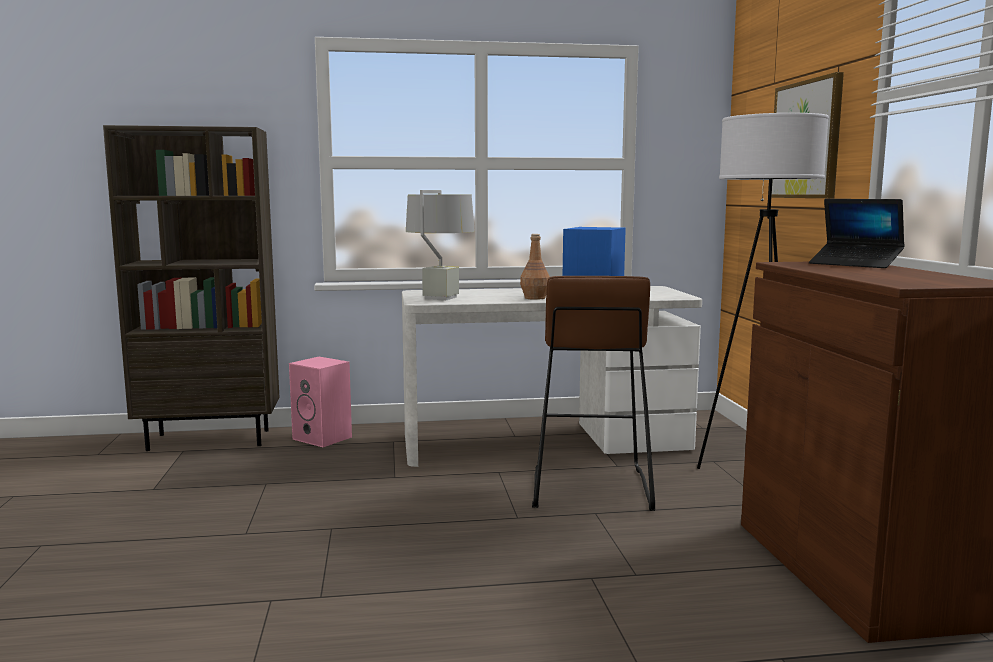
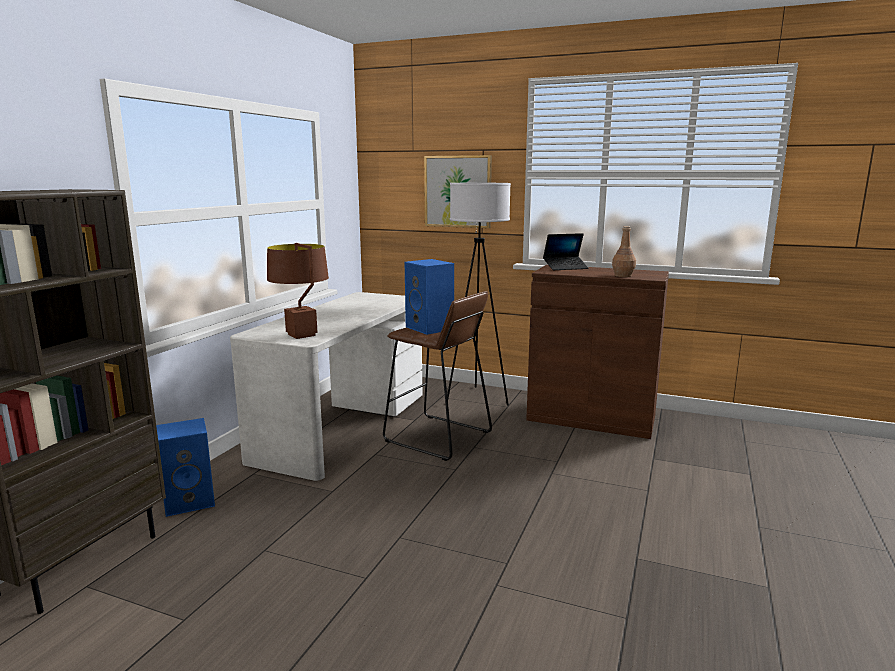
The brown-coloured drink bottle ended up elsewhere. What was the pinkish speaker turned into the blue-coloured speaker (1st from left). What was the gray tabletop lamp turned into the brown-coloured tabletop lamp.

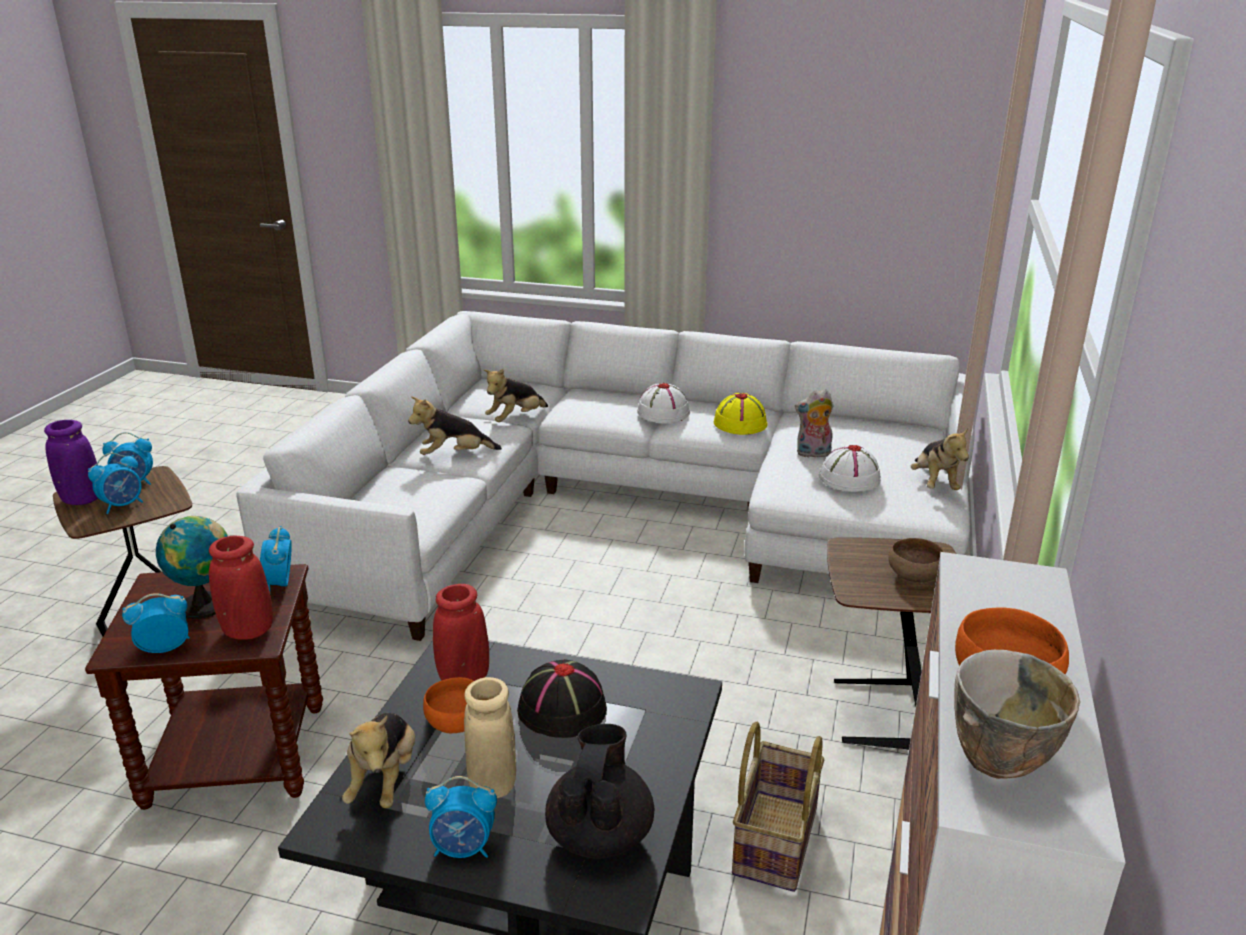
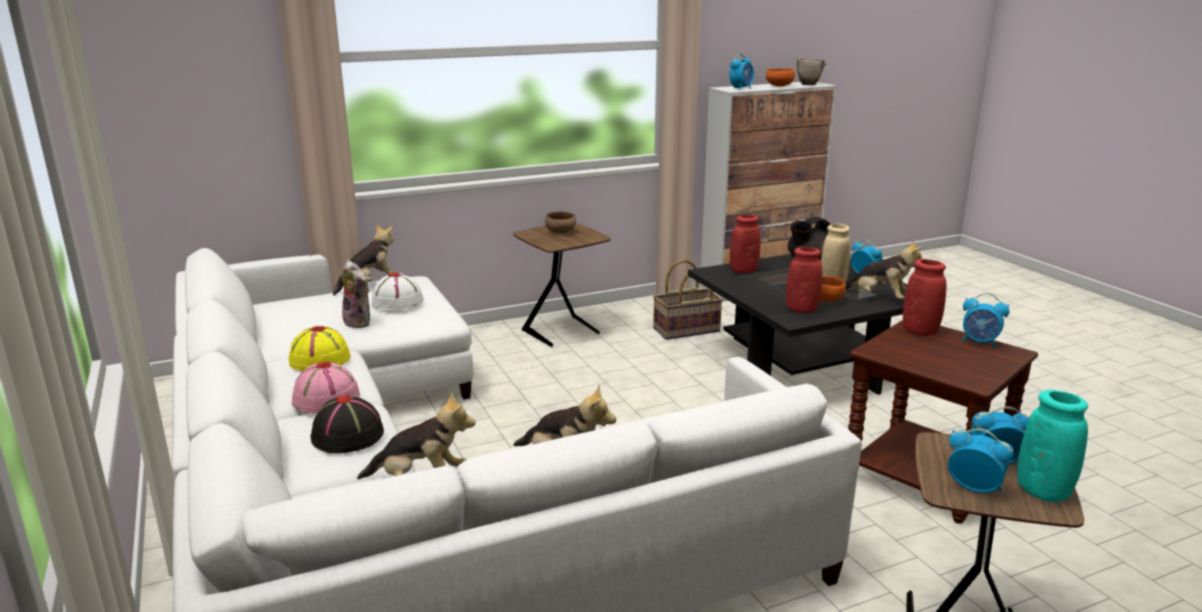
The second view lost the desk globe. The second view gained the red flower vase (1st from left). The table clock (4th from left in the first image) ended up elsewhere. The black clothing hat ended up elsewhere. What was the purple-coloured flower vase turned into the blue-green flower vase. What was the white clothing hat (1st from left) turned into the pinkish clothing hat. The soft toy (1st from left in the first image) ended up facing another way, 75 degrees clockwise from before.

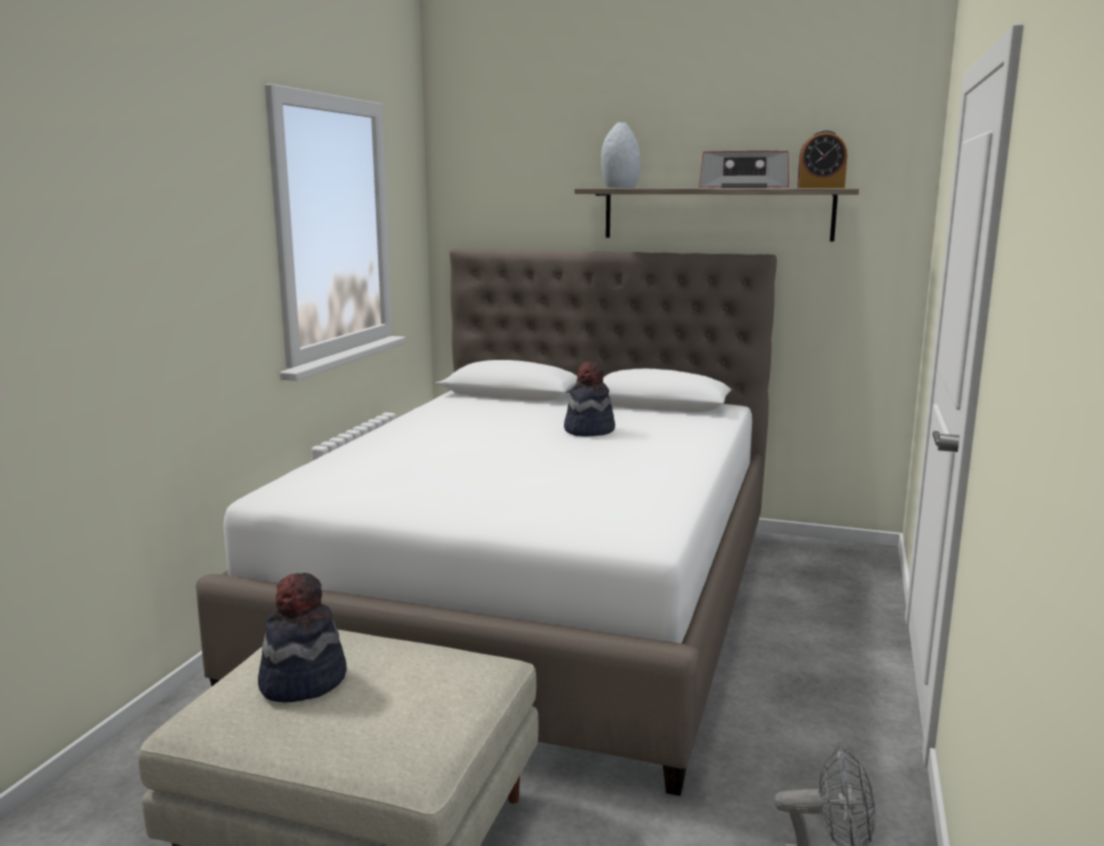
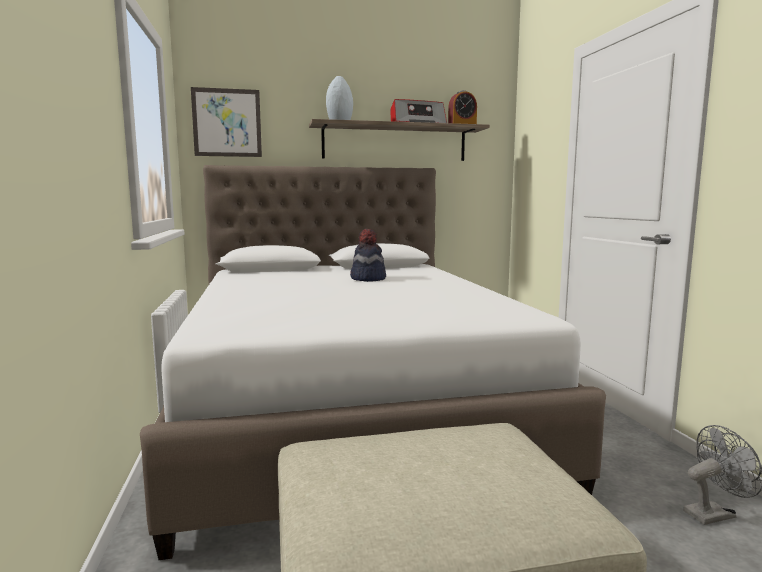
The second view lost the clothing hat (1st from left). The second view gained the wall art.

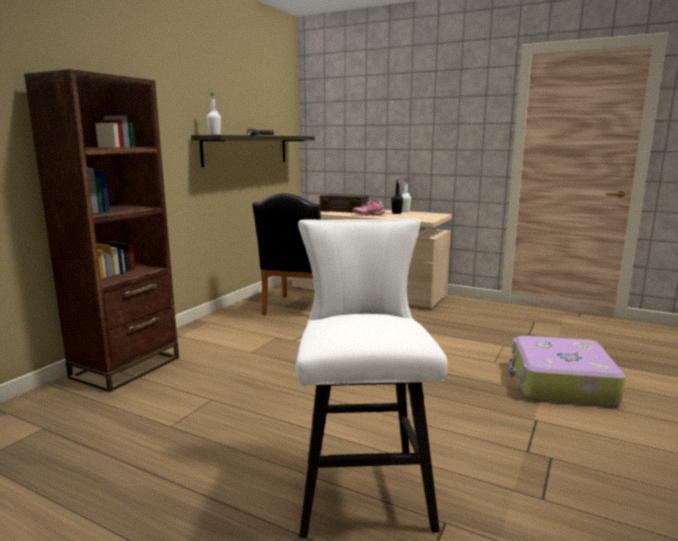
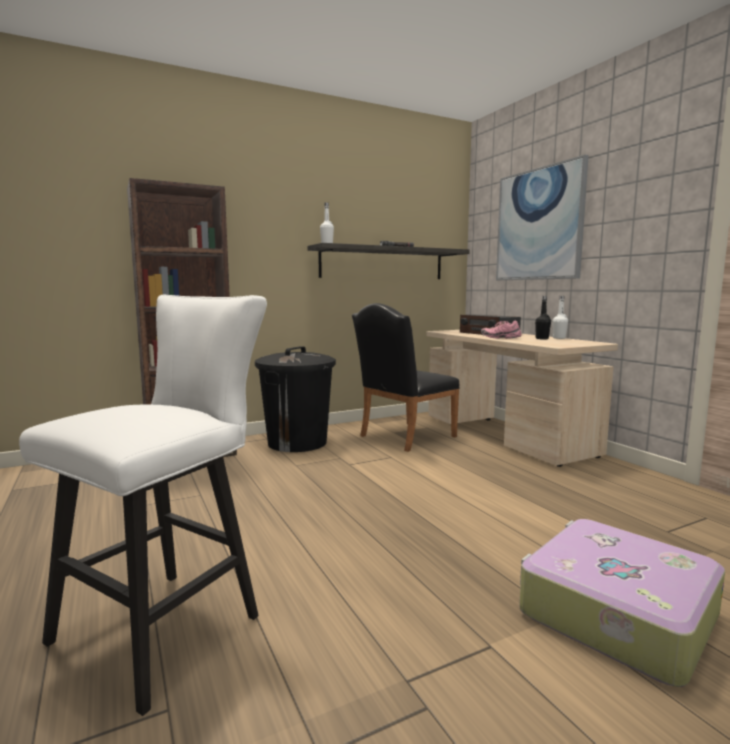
The second view gained the black waste bin. The second view gained the wall art.

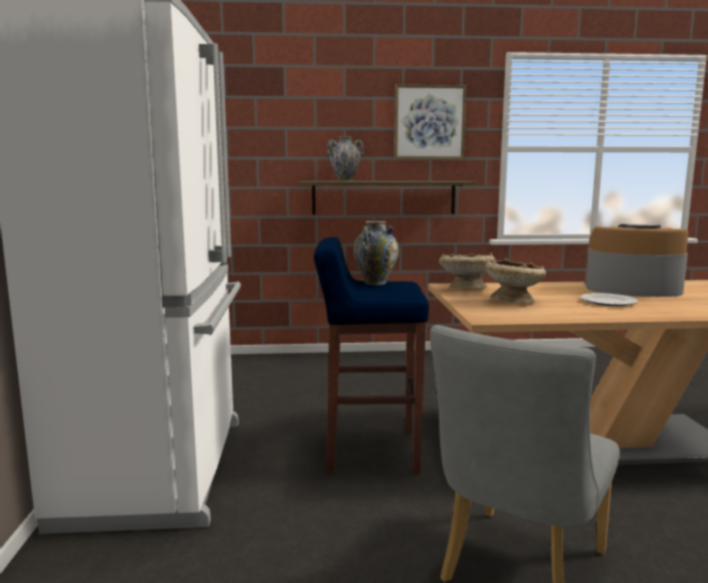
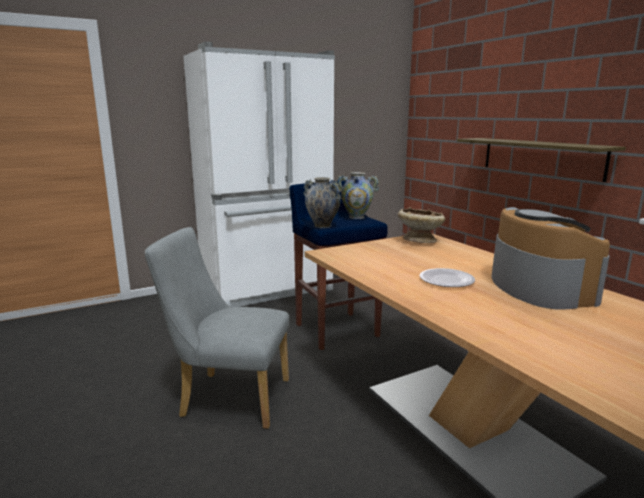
The second view lost the wall art. The second view lost the beige-coloured serving bowl (2nd from left). The flower vase (1st from left) ended up elsewhere.

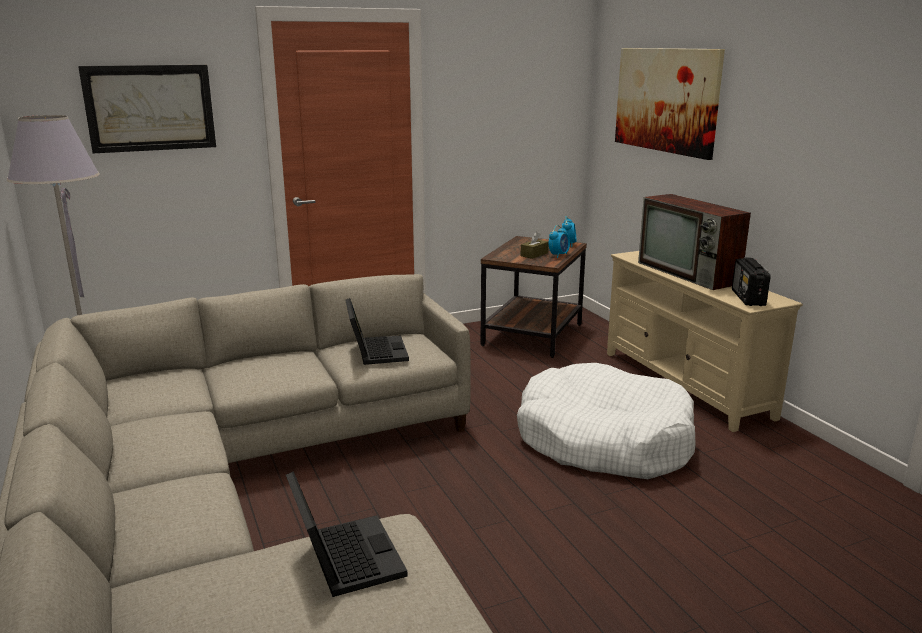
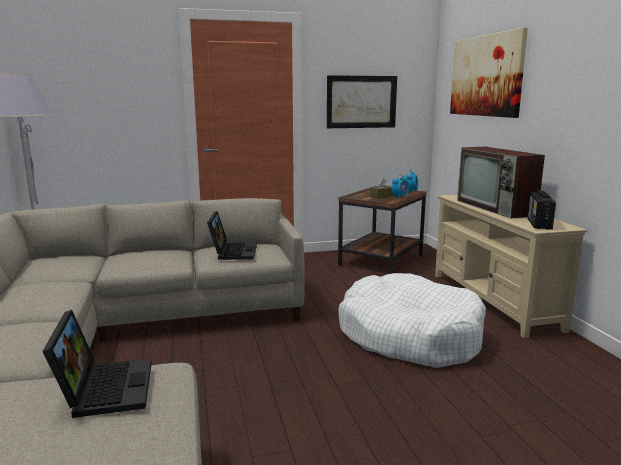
The wall art (1st from left) ended up elsewhere.

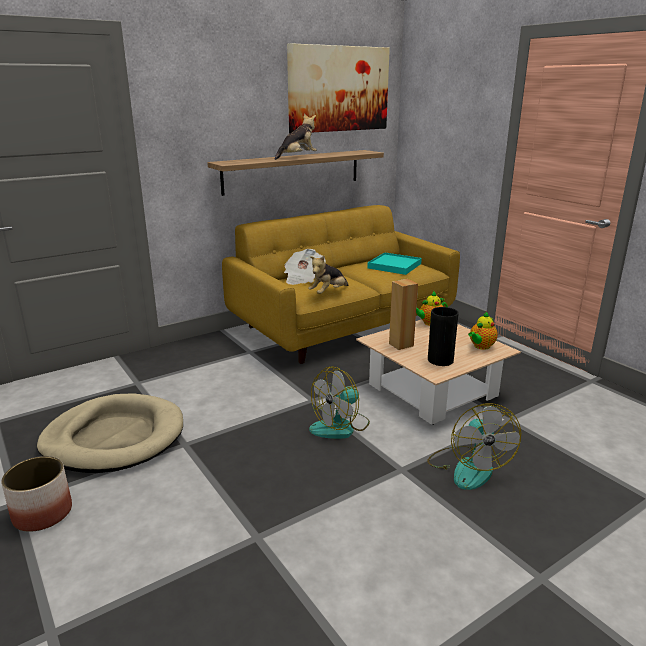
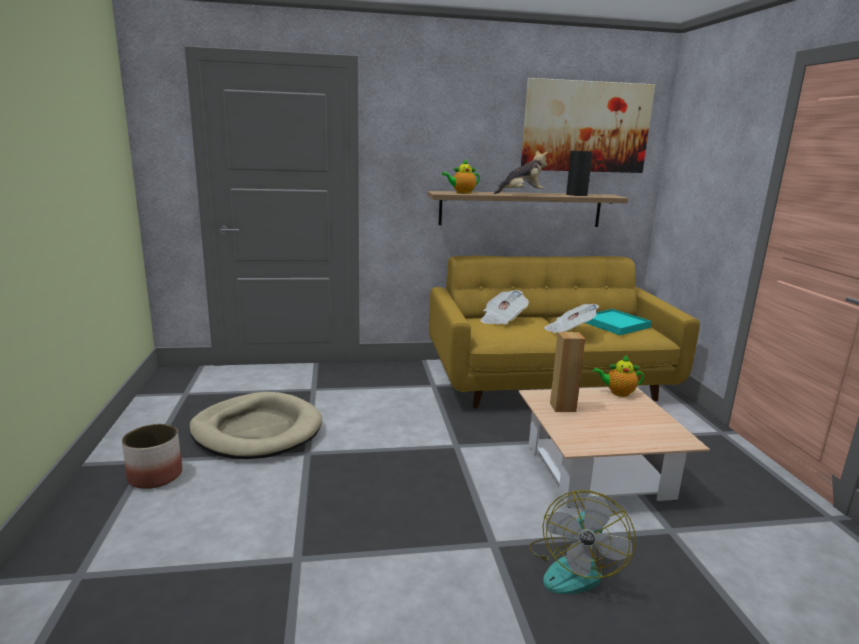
The second view lost the soft toy (2nd from left). The second view lost the fan (1st from left). The second view gained the daily paper (2nd from left). The flower vase ended up elsewhere. The tea pot (2nd from left in the first image) ended up elsewhere.

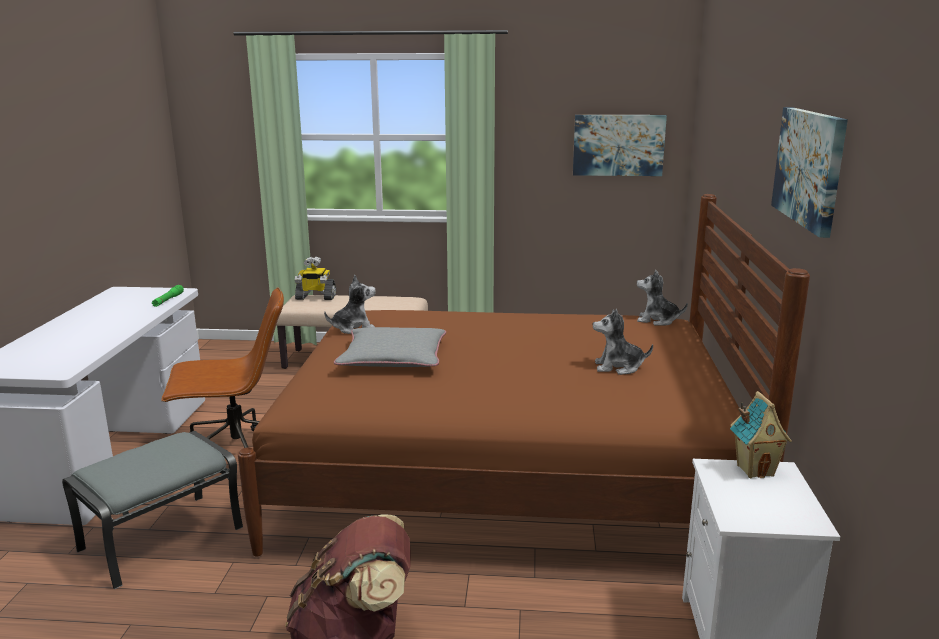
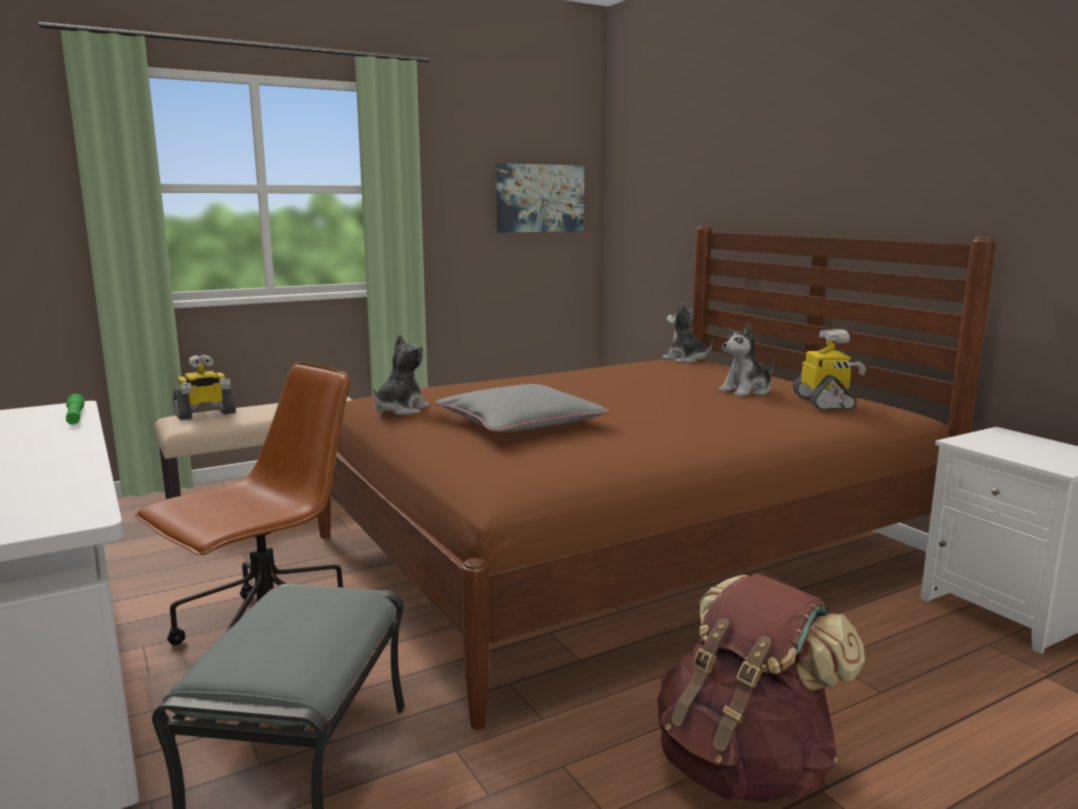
The second view lost the model house. The second view lost the wall art (2nd from left). The second view gained the robot figure (2nd from left). The soft toy (3rd from left in the first image) ended up facing another way, 60 degrees clockwise from before.

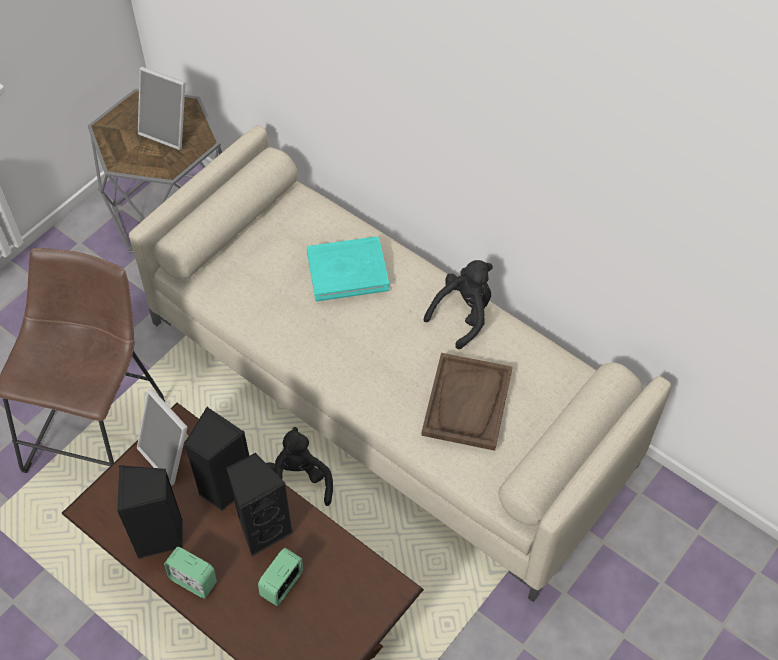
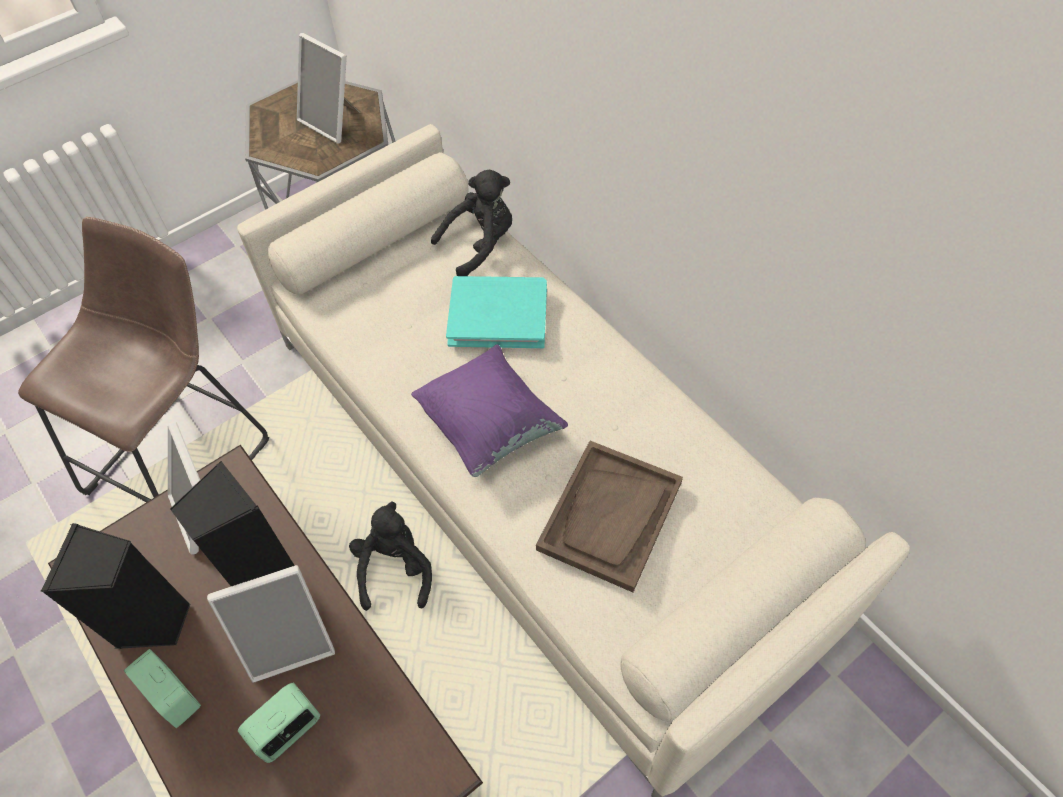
The second view gained the purple-coloured cushion. The black soft toy (2nd from left) ended up elsewhere. Where the black speaker (3rd from left) stood, the photo frame (2nd from left) came to stand.

